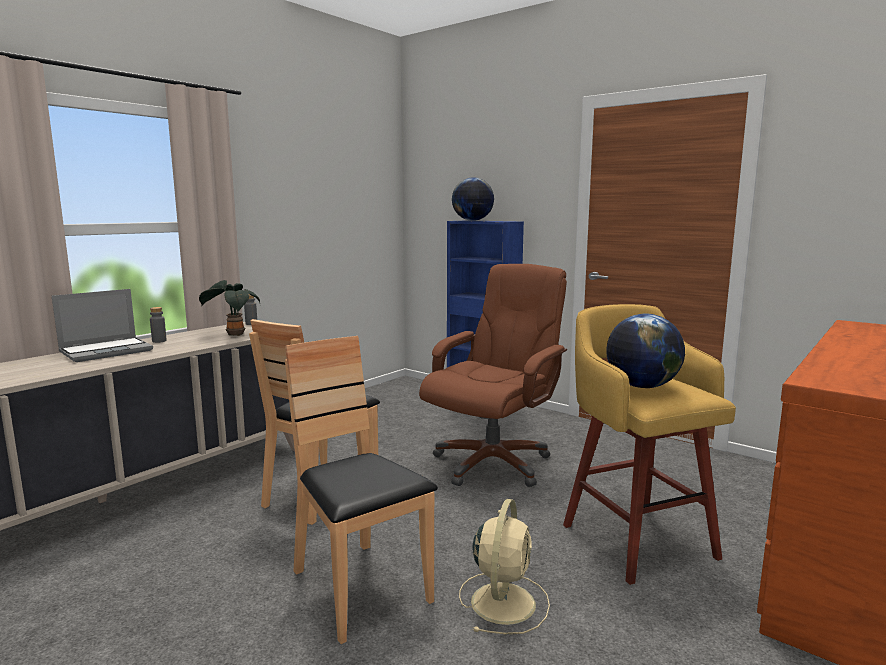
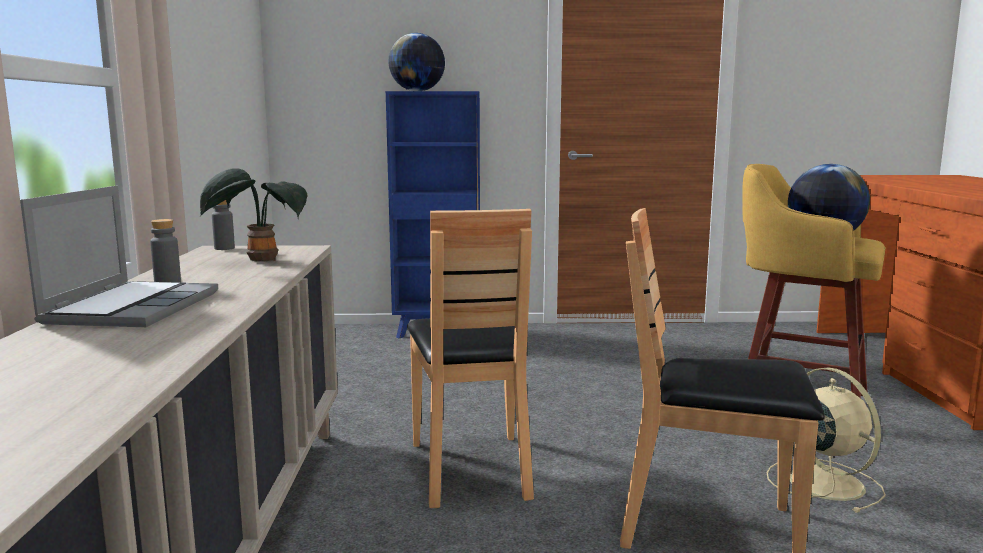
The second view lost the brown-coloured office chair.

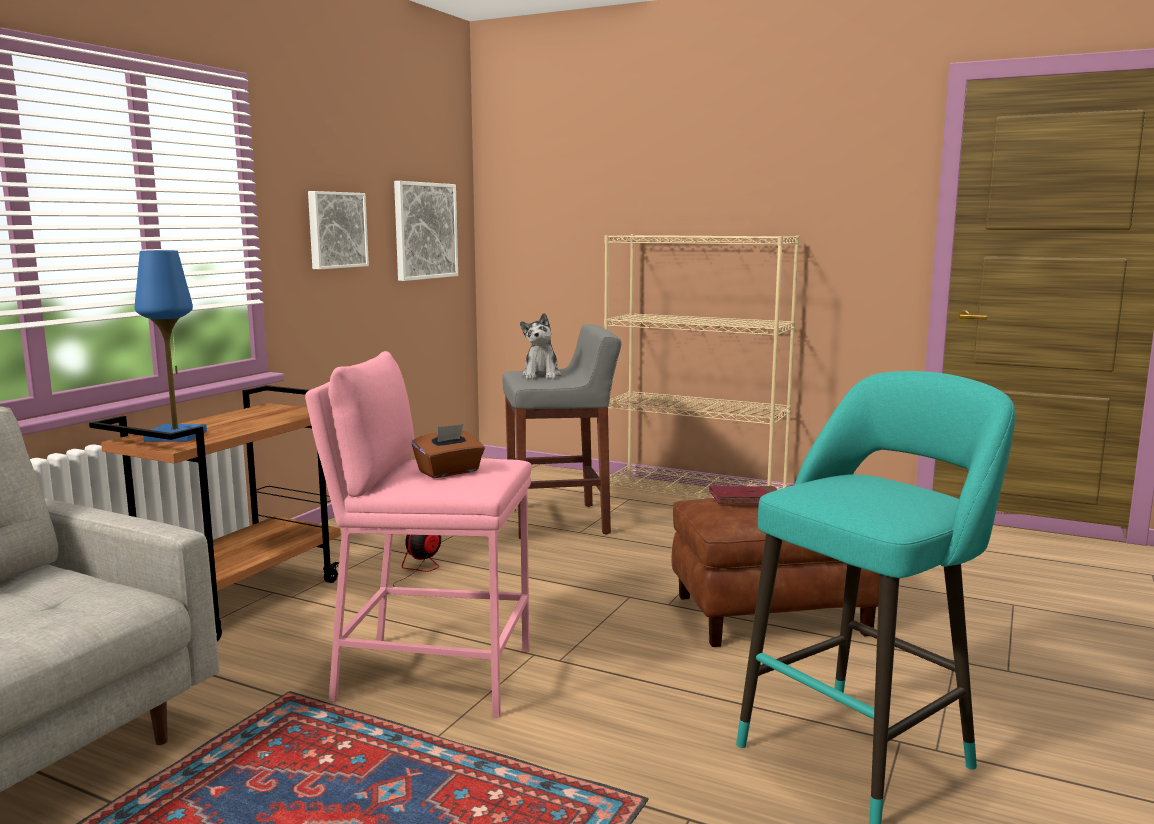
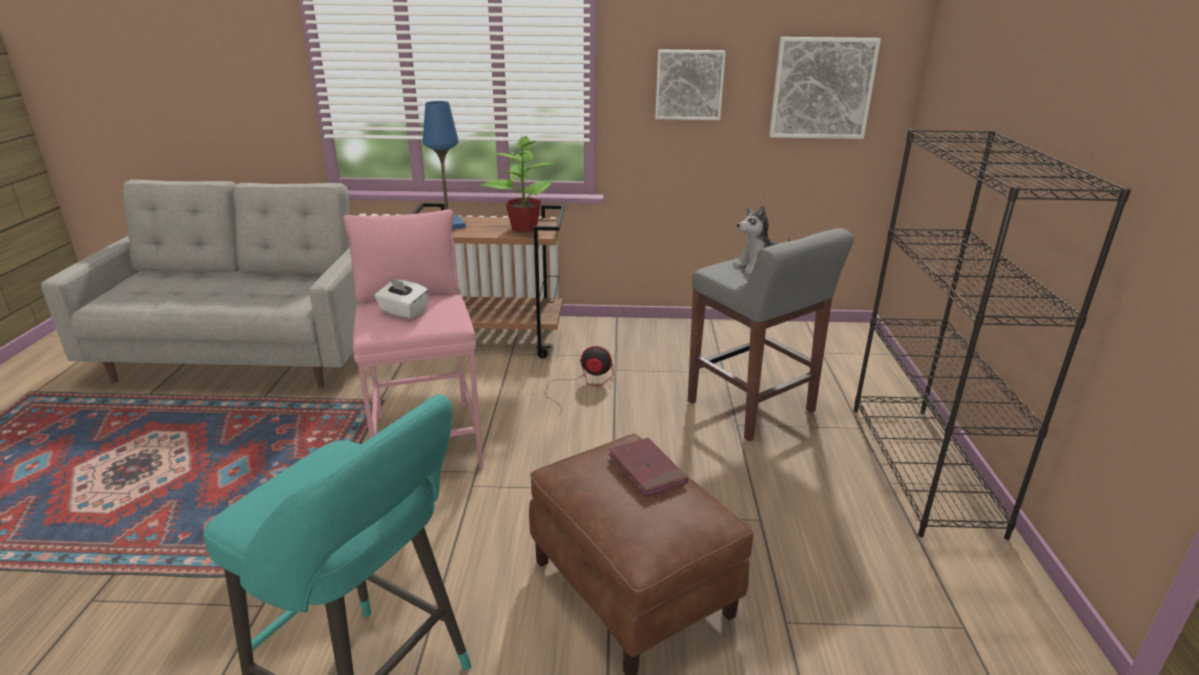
The second view gained the houseplant. What was the brown-coloured box of tissues turned into the white box of tissues. What was the beige-coloured shelving unit turned into the black shelving unit.

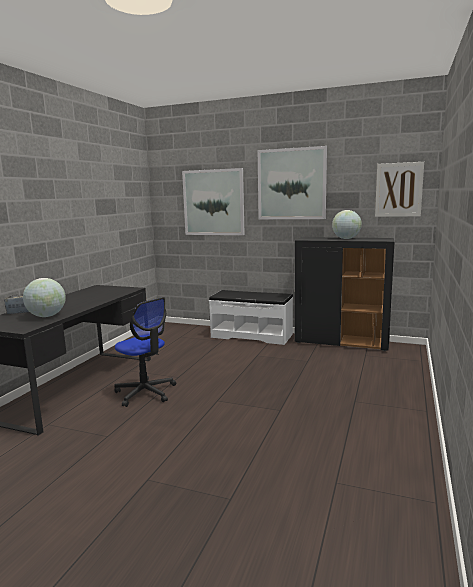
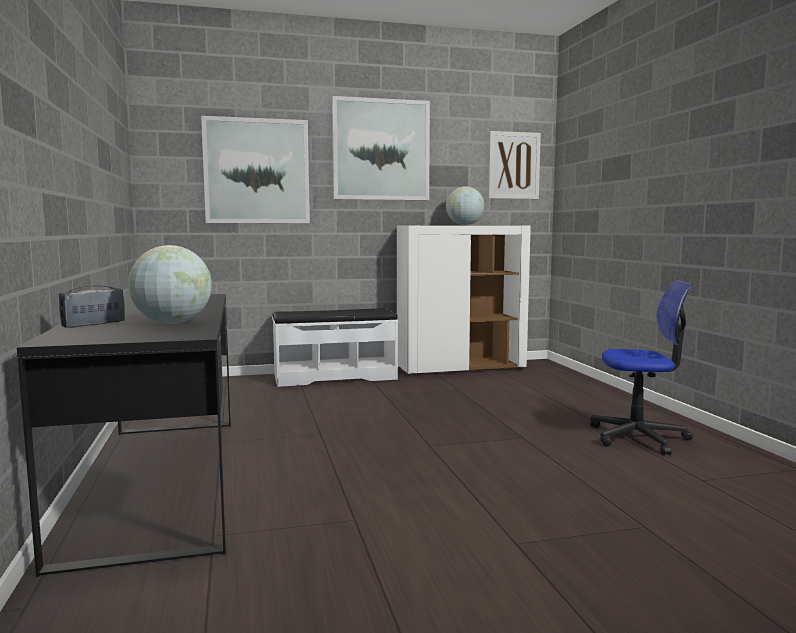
The office chair ended up elsewhere. What was the black cabinet turned into the white cabinet.

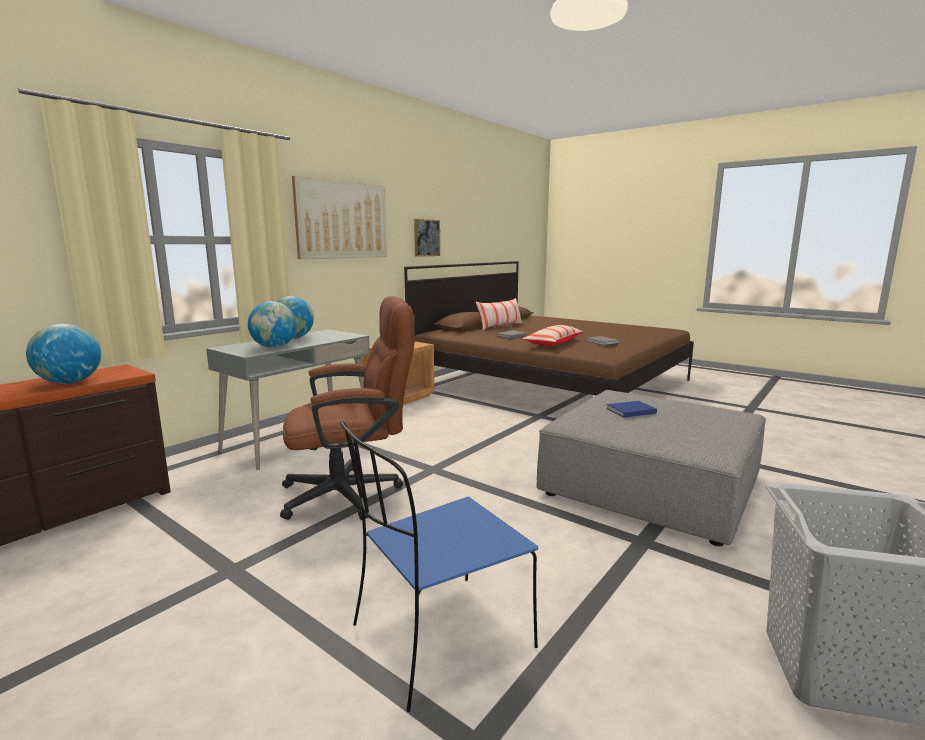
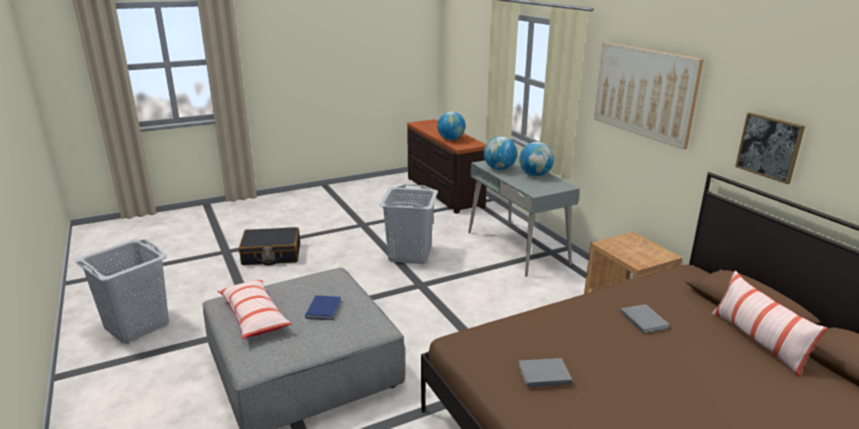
The cushion (2nd from left in the first image) ended up elsewhere. Where the brown-coloured office chair stood, the gray hamper (2nd from left) came to stand. Where the blue-coloured plain chair stood, the black piece of luggage came to stand.

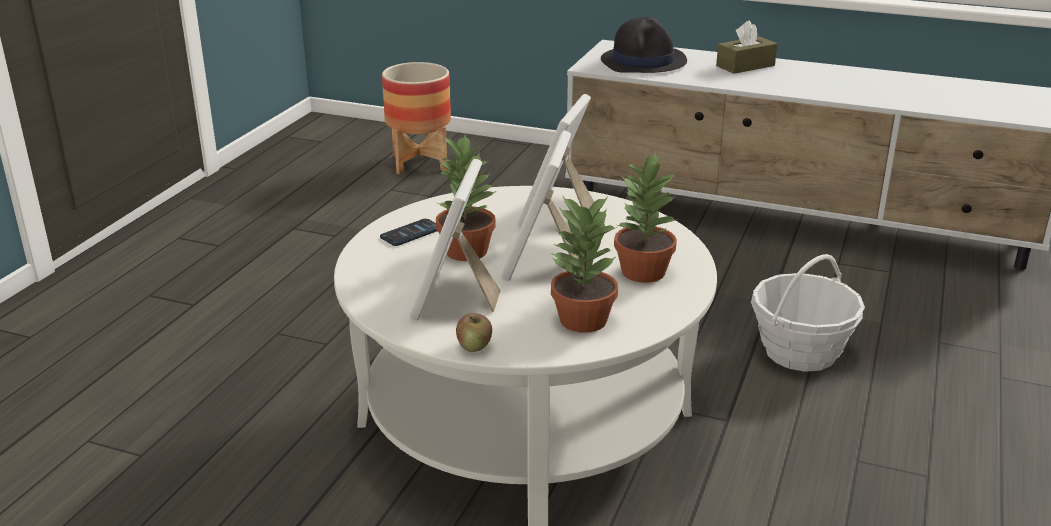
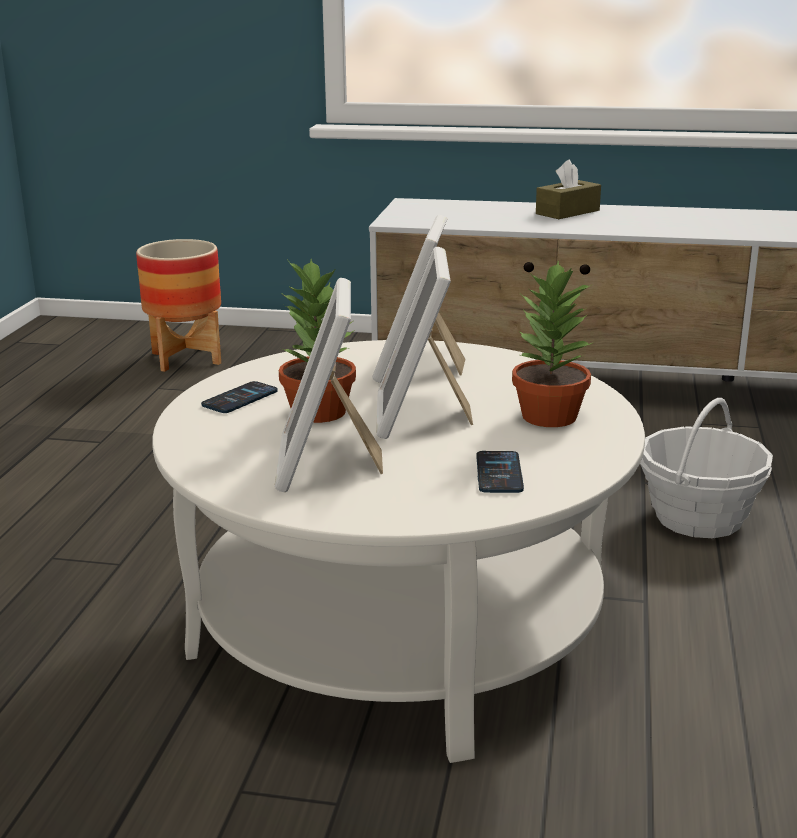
The second view lost the apple. The second view lost the black clothing hat. Where the houseplant (2nd from left) stood, the handset (2nd from left) came to stand.

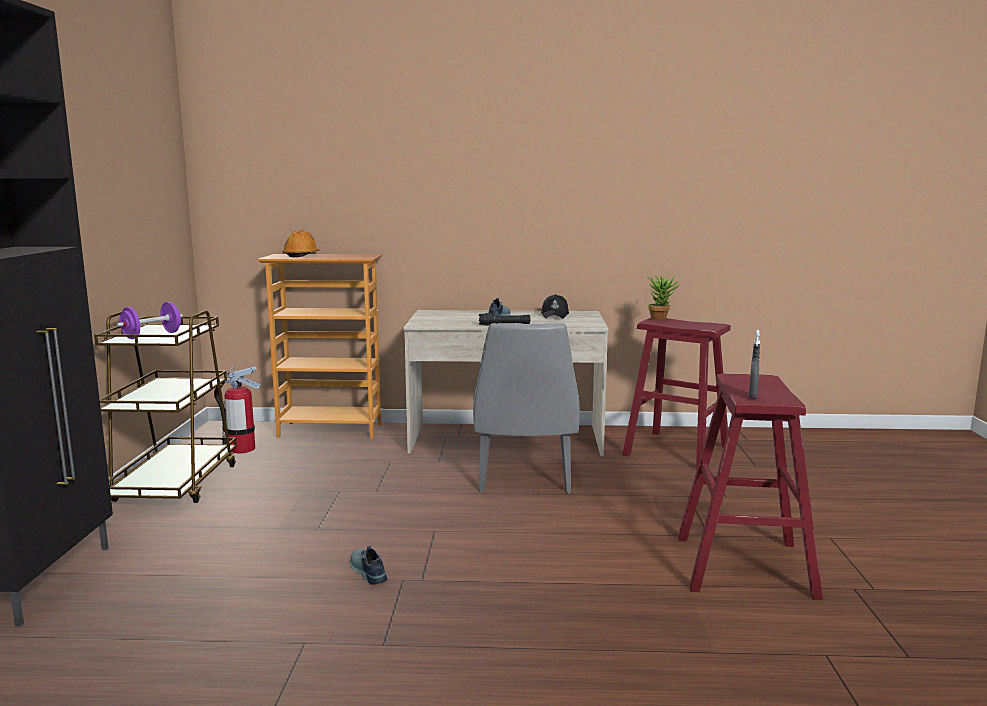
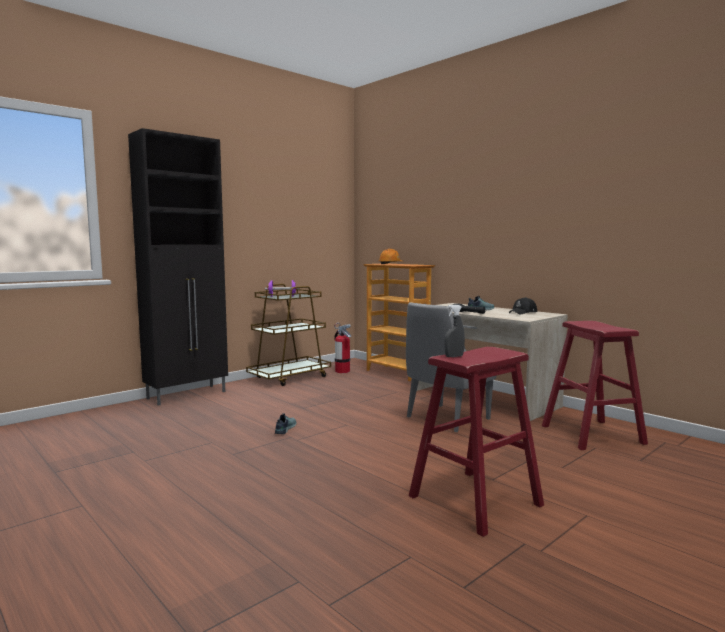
The second view lost the houseplant.

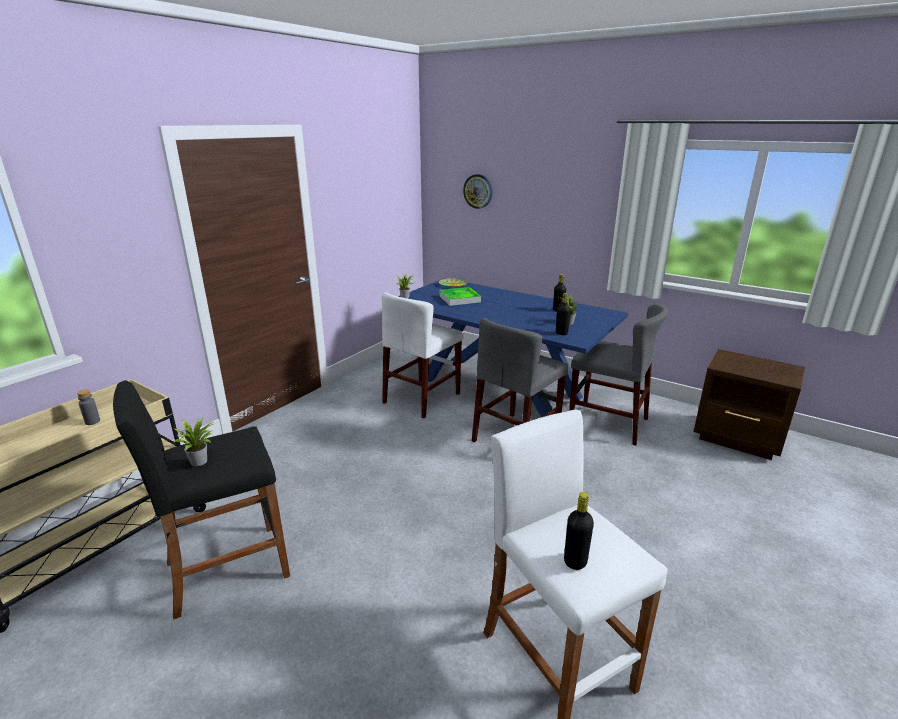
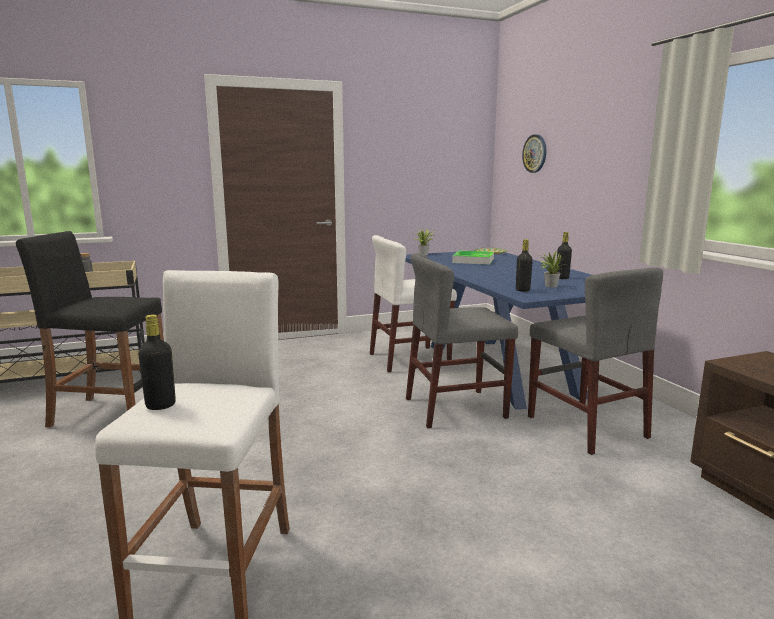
The second view lost the houseplant (1st from left).

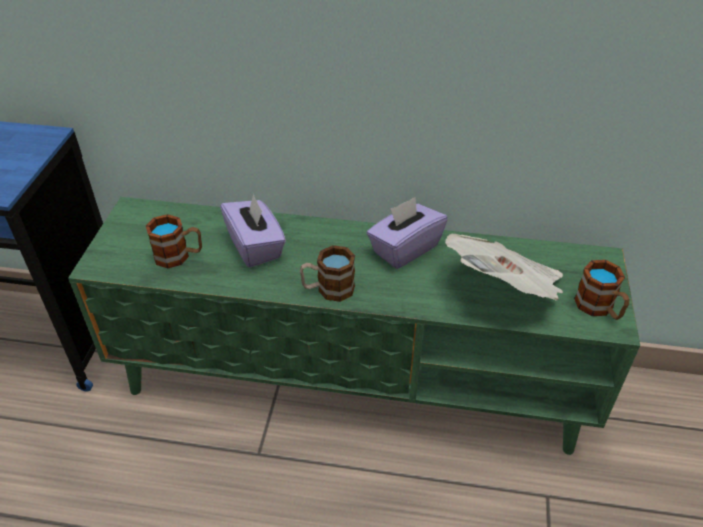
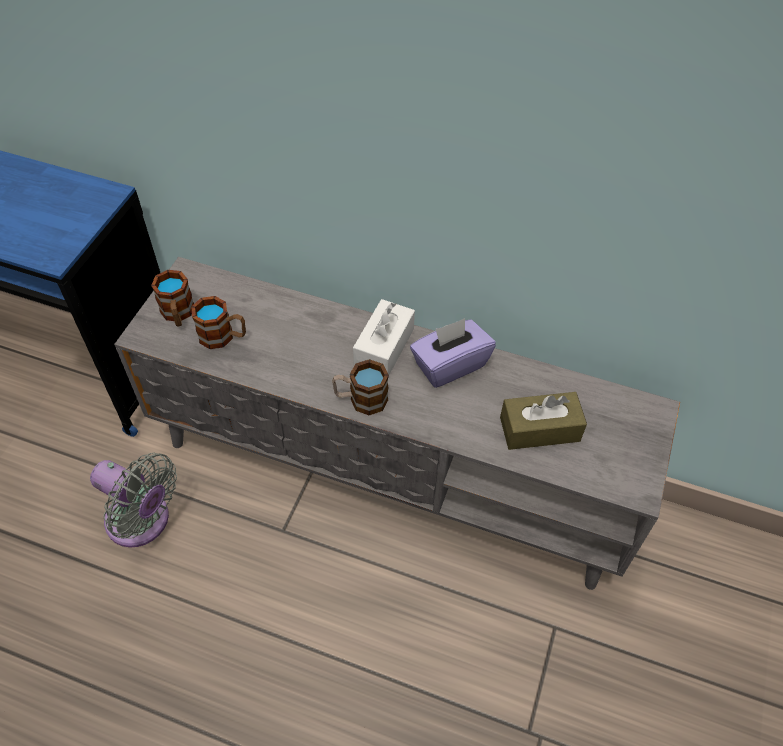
The second view lost the purple-coloured box of tissues (1st from left). The second view gained the gray fan. The second view gained the white box of tissues. The mug (3rd from left in the first image) ended up elsewhere. Where the daily paper stood, the brown-coloured box of tissues came to stand. What was the green-coloured tv stand turned into the gray tv stand.

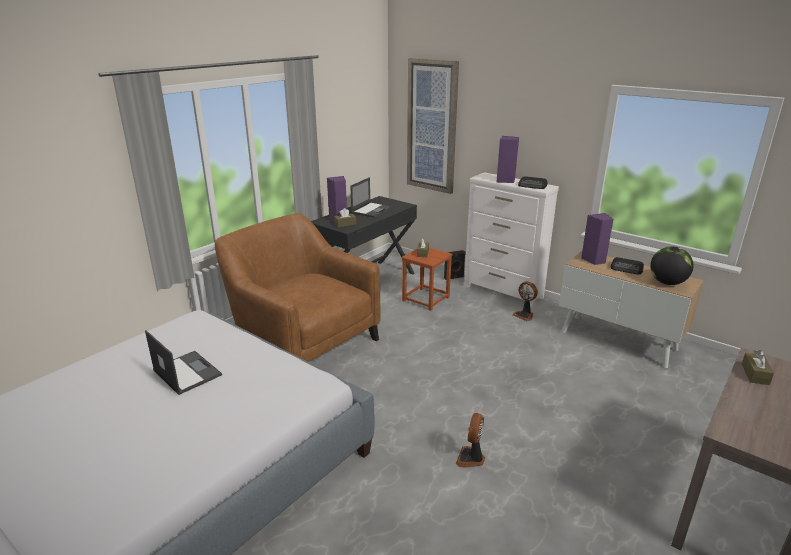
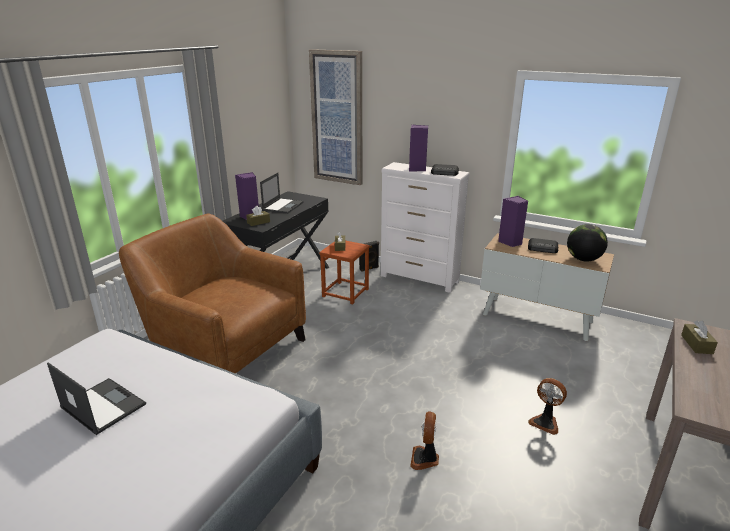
The fan (2nd from left) ended up elsewhere.

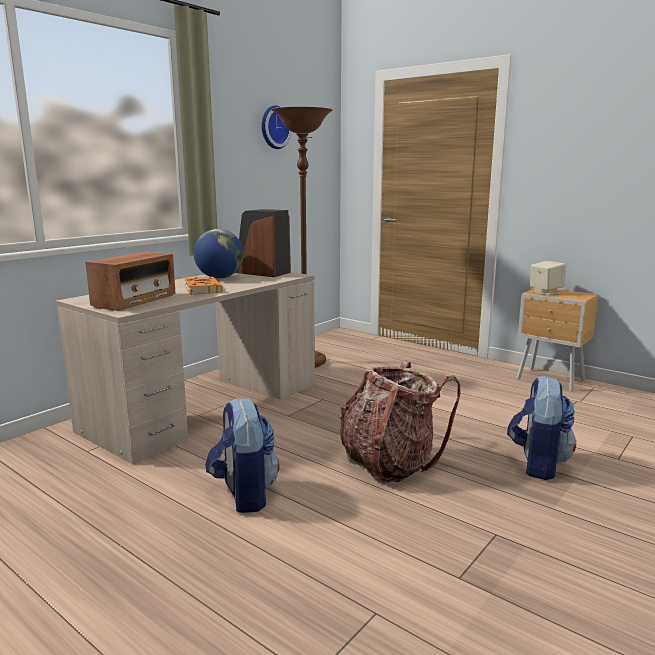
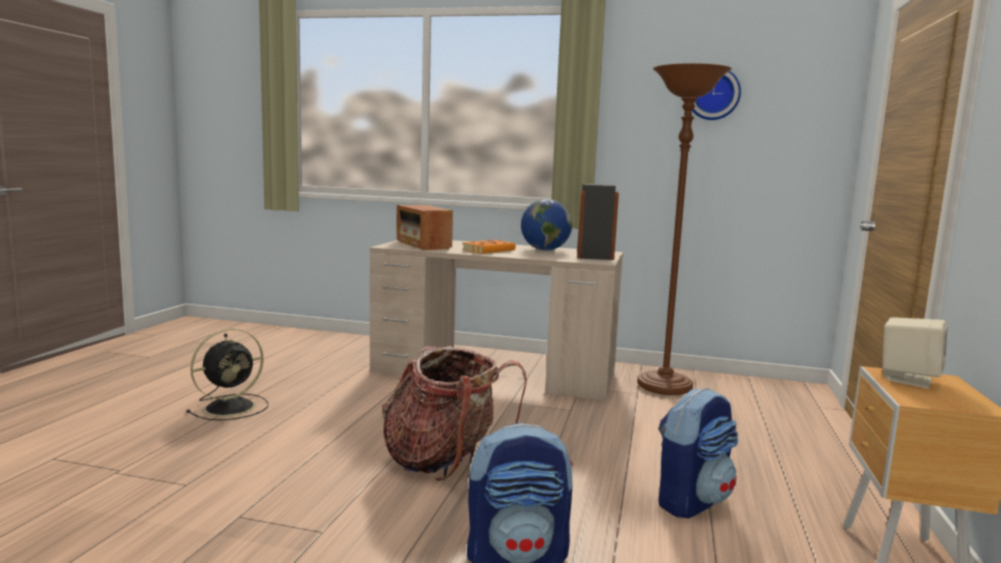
The second view gained the black fan. The knapsack (1st from left in the first image) ended up elsewhere. The radio receiver ended up facing another way, 60 degrees clockwise from before.

